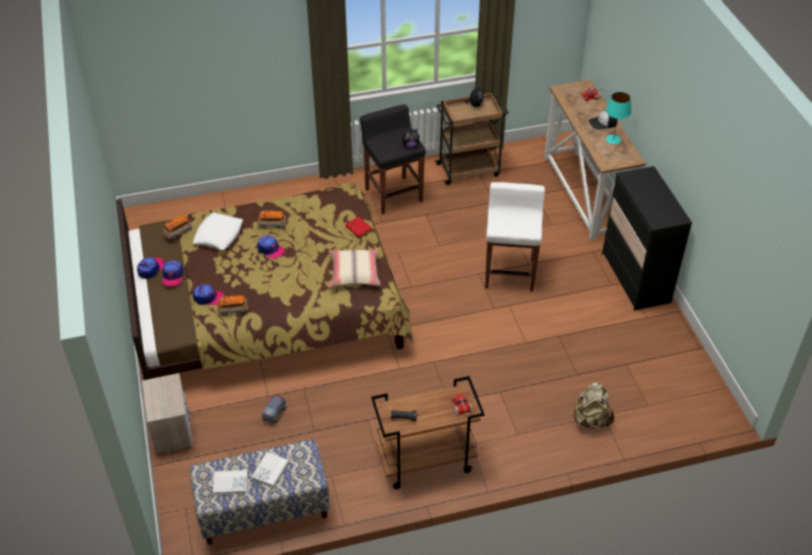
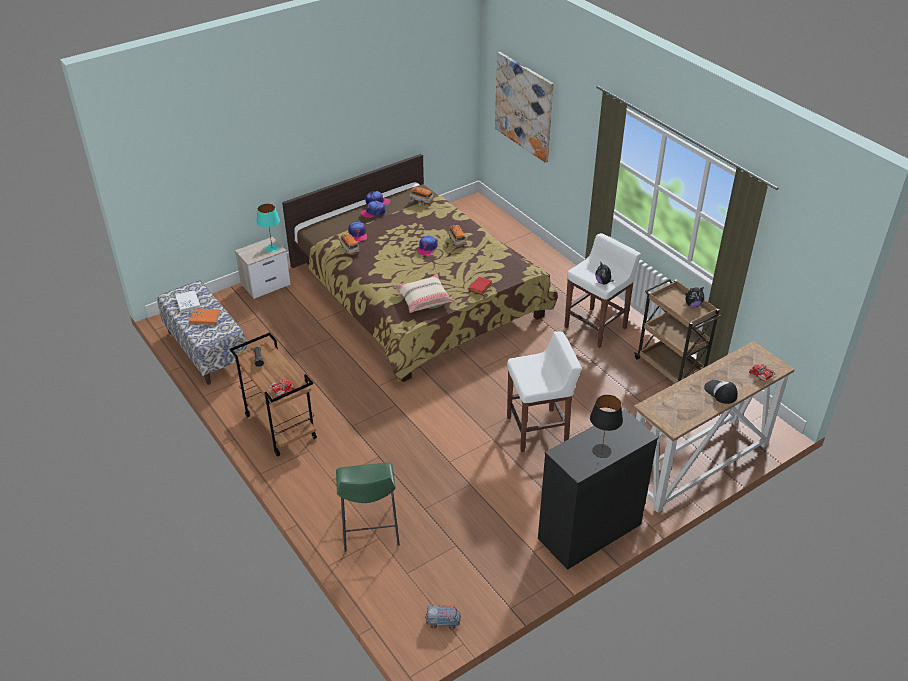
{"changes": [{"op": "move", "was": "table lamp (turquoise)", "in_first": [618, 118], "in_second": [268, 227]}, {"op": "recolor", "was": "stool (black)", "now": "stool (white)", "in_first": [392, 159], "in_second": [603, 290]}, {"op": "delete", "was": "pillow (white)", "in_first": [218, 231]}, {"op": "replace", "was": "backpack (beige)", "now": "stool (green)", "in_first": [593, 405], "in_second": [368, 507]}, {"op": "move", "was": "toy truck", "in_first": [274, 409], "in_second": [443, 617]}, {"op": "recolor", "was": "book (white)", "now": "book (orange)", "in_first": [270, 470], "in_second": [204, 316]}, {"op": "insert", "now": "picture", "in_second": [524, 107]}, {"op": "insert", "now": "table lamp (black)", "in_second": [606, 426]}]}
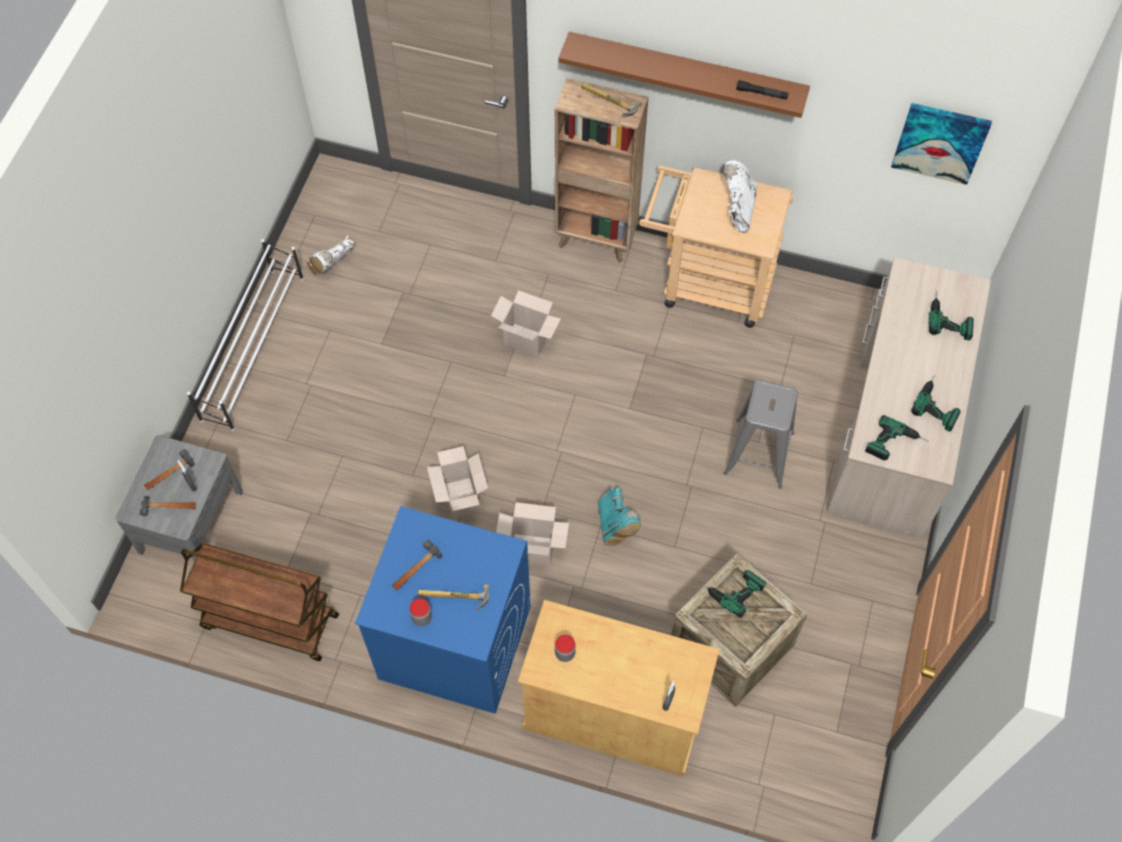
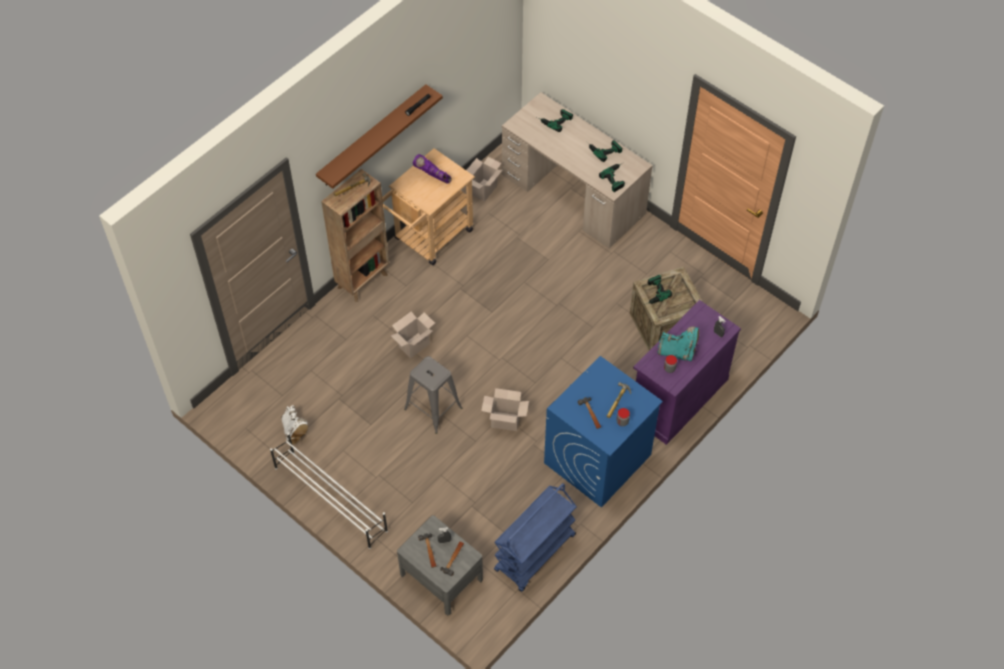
{"changes": [{"op": "delete", "was": "picture", "in_first": [941, 144]}, {"op": "recolor", "was": "boot (white)", "now": "boot (purple)", "in_first": [740, 197], "in_second": [432, 169]}, {"op": "move", "was": "stool (grey)", "in_first": [761, 434], "in_second": [433, 395]}, {"op": "move", "was": "boot (turquoise)", "in_first": [619, 516], "in_second": [678, 343]}, {"op": "move", "was": "cardboard box", "in_first": [532, 533], "in_second": [484, 179]}, {"op": "recolor", "was": "cart (brown)", "now": "cart (blue)", "in_first": [259, 602], "in_second": [535, 537]}, {"op": "recolor", "was": "cabinet (beige)", "now": "cabinet (purple)", "in_first": [619, 688], "in_second": [687, 372]}]}
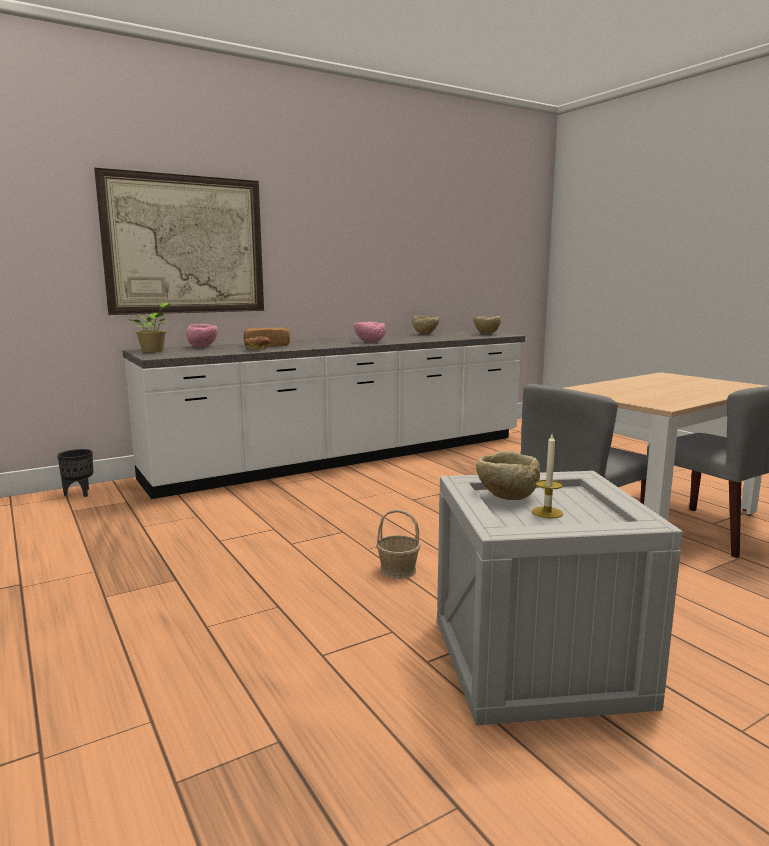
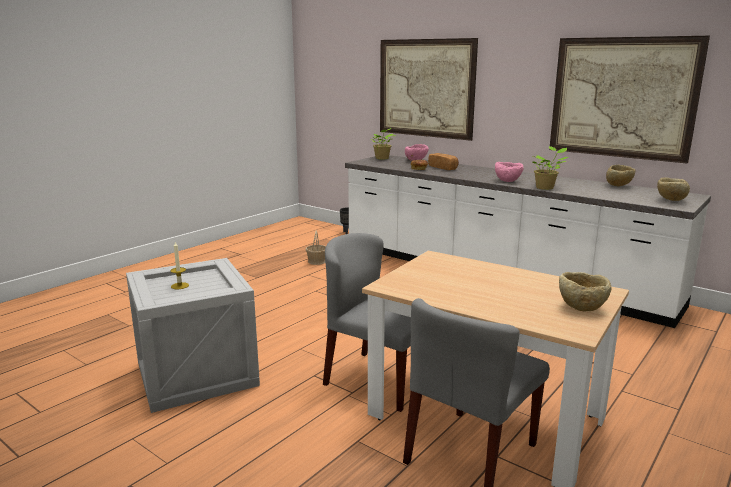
{"changes": [{"op": "move", "was": "bowl (beige)", "in_first": [508, 475], "in_second": [585, 291]}, {"op": "move", "was": "basket", "in_first": [398, 544], "in_second": [316, 248]}, {"op": "insert", "now": "picture", "in_second": [629, 100]}, {"op": "insert", "now": "potted plant", "in_second": [550, 168]}]}
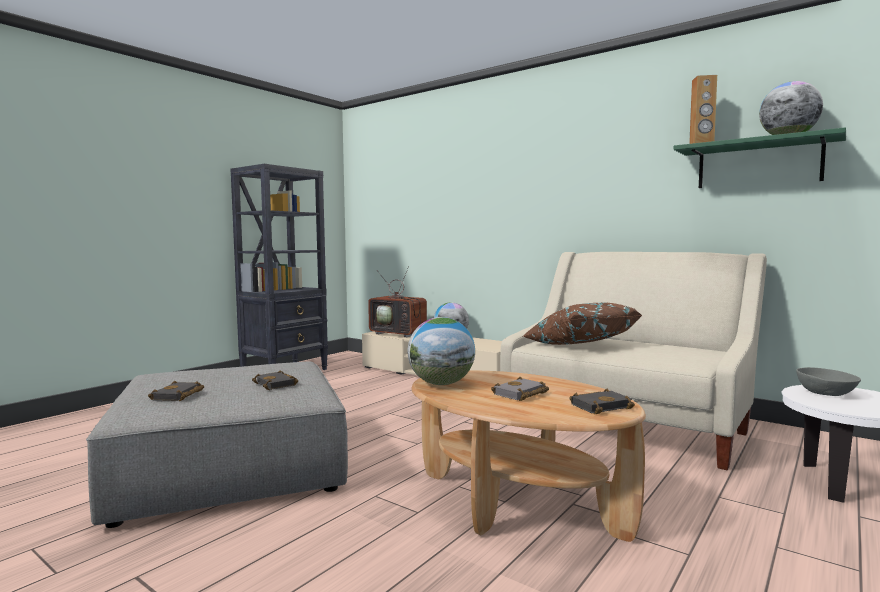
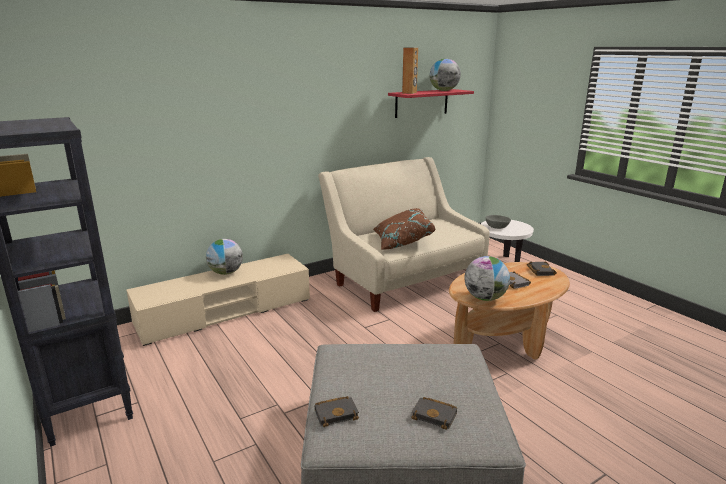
{"changes": [{"op": "recolor", "was": "shelf (green)", "now": "shelf (red)", "in_first": [760, 157], "in_second": [431, 103]}, {"op": "delete", "was": "television", "in_first": [397, 301]}, {"op": "move", "was": "book (black)", "in_first": [275, 380], "in_second": [337, 411]}]}
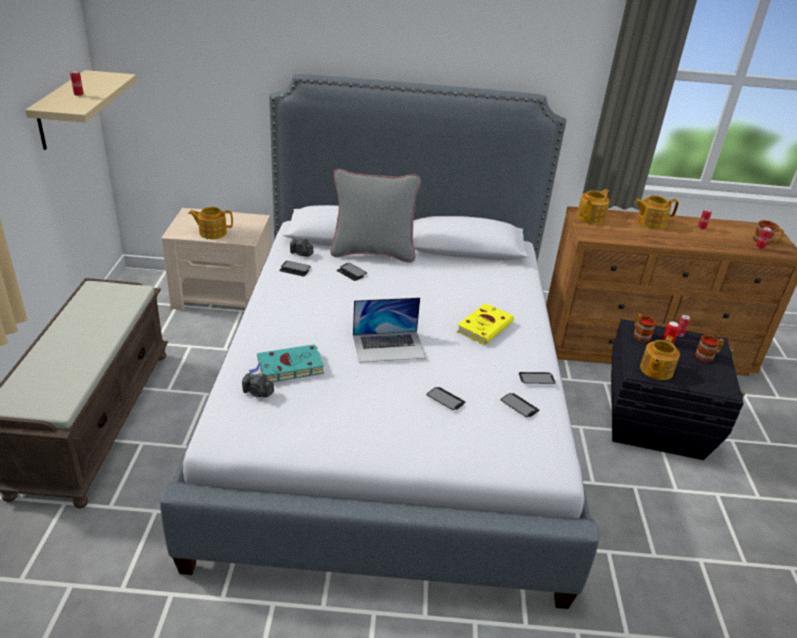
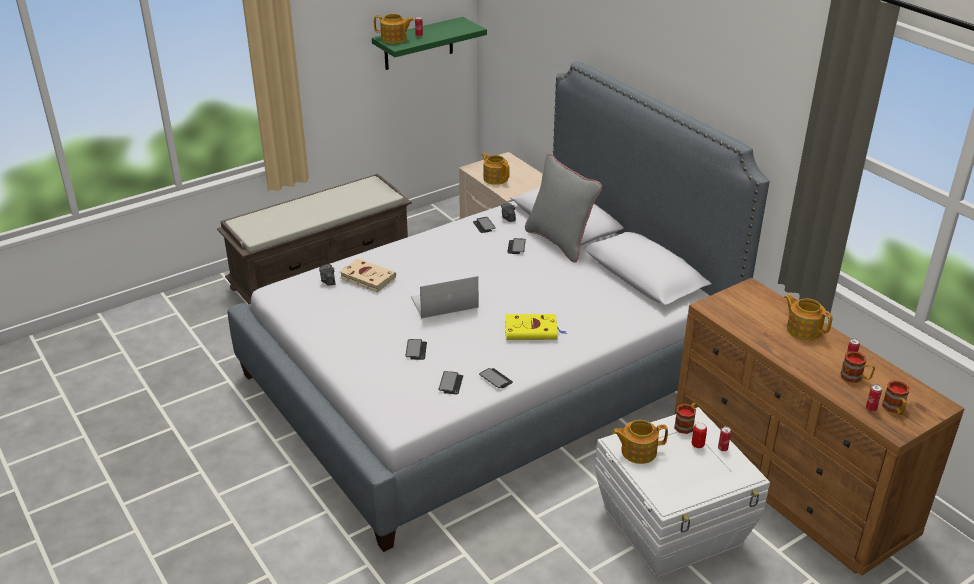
{"changes": [{"op": "recolor", "was": "shelf (beige)", "now": "shelf (green)", "in_first": [81, 110], "in_second": [429, 43]}, {"op": "move", "was": "teapot", "in_first": [593, 206], "in_second": [394, 29]}, {"op": "rotate", "was": "laptop", "in_first": [389, 330], "in_second": [444, 297], "clockwise": 120}, {"op": "recolor", "was": "storage box (black)", "now": "storage box (white)", "in_first": [678, 389], "in_second": [682, 492]}, {"op": "move", "was": "mug", "in_first": [709, 348], "in_second": [858, 367]}, {"op": "recolor", "was": "book (turquoise)", "now": "book (beige)", "in_first": [286, 363], "in_second": [367, 275]}]}
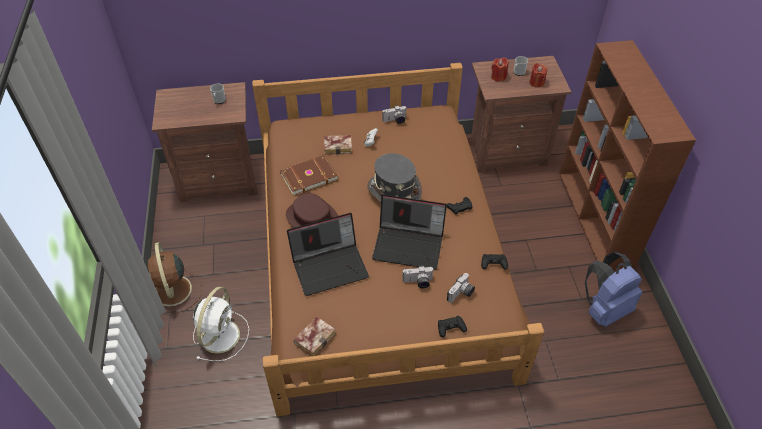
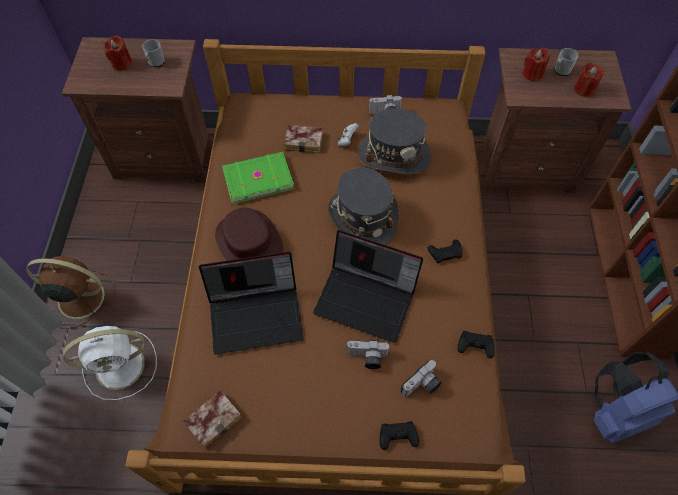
{"changes": [{"op": "recolor", "was": "book (brown)", "now": "book (green)", "in_first": [309, 175], "in_second": [258, 178]}, {"op": "rotate", "was": "fan (brown)", "in_first": [174, 278], "in_second": [70, 292], "clockwise": 105}, {"op": "rotate", "was": "fan (white)", "in_first": [221, 324], "in_second": [110, 362], "clockwise": 45}, {"op": "insert", "now": "candle (red)", "in_second": [117, 53]}, {"op": "insert", "now": "hat (grey)", "in_second": [394, 141]}]}
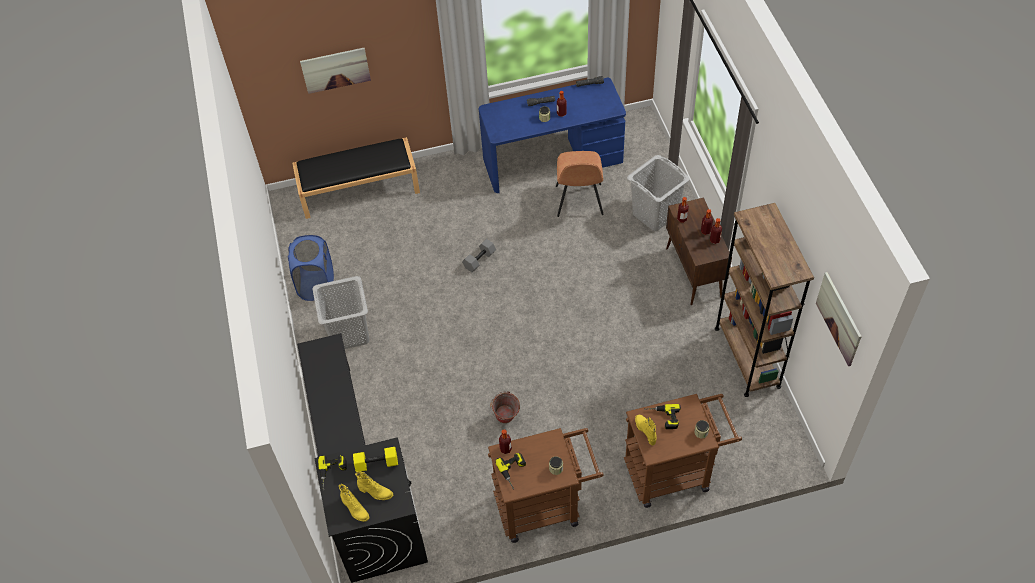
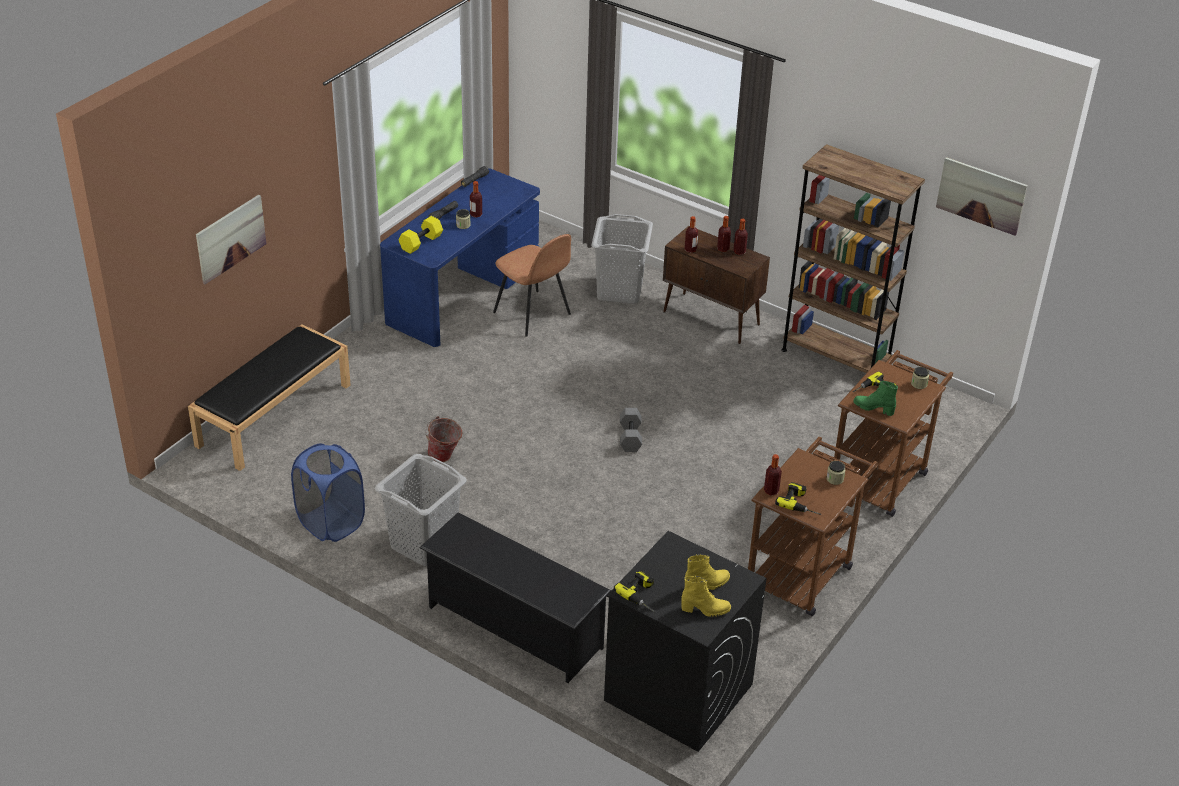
{"changes": [{"op": "move", "was": "dumbbell (grey)", "in_first": [479, 255], "in_second": [631, 430]}, {"op": "move", "was": "bucket", "in_first": [505, 407], "in_second": [443, 439]}, {"op": "recolor", "was": "boot (yellow)", "now": "boot (green)", "in_first": [646, 430], "in_second": [875, 398]}, {"op": "move", "was": "dumbbell (yellow)", "in_first": [375, 459], "in_second": [421, 235]}]}
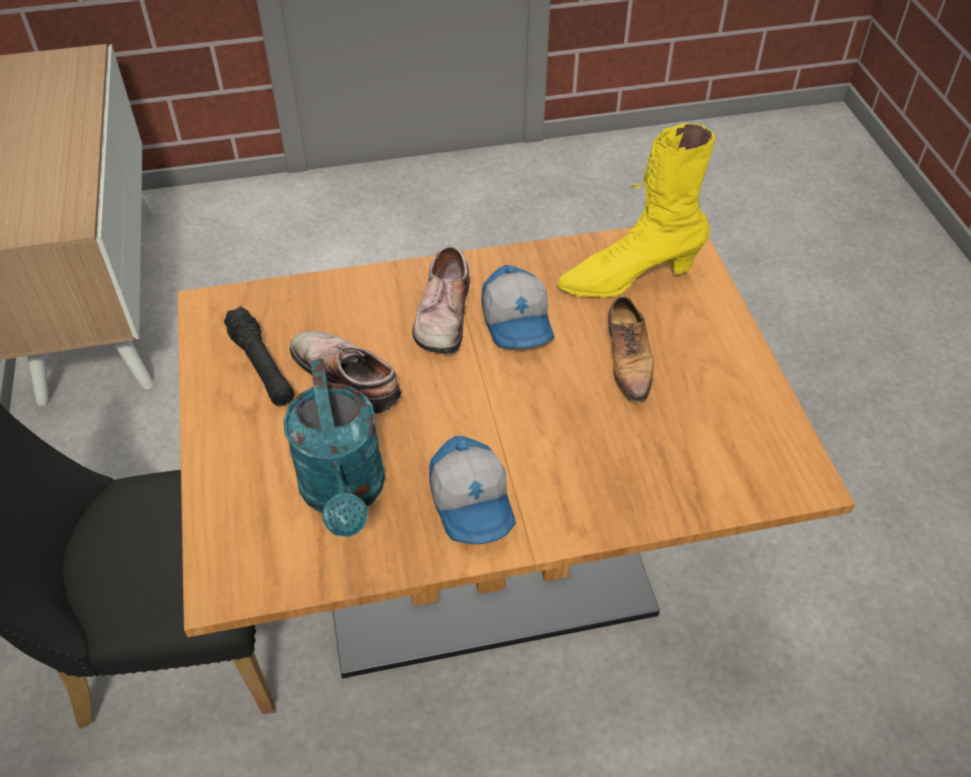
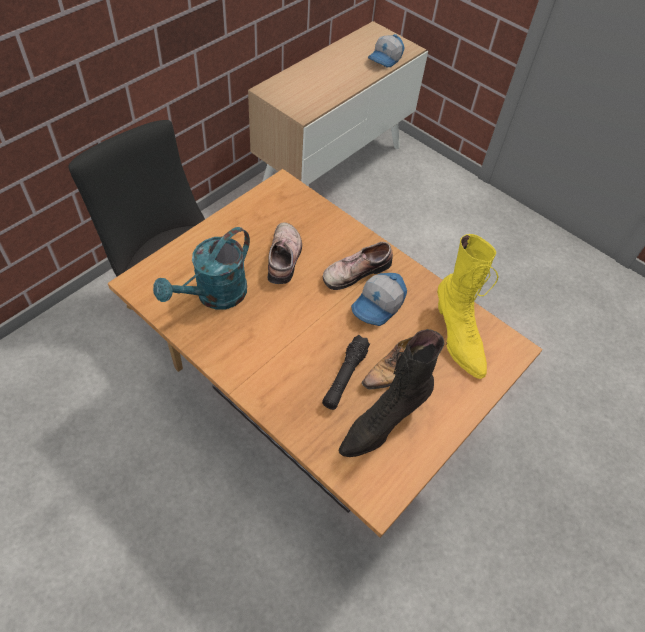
{"changes": [{"op": "rotate", "was": "boot (yellow)", "in_first": [635, 210], "in_second": [468, 306], "clockwise": -150}, {"op": "move", "was": "flashlight (black)", "in_first": [259, 356], "in_second": [346, 372]}, {"op": "move", "was": "cap", "in_first": [472, 490], "in_second": [386, 50]}, {"op": "insert", "now": "boot (black)", "in_second": [391, 393]}]}
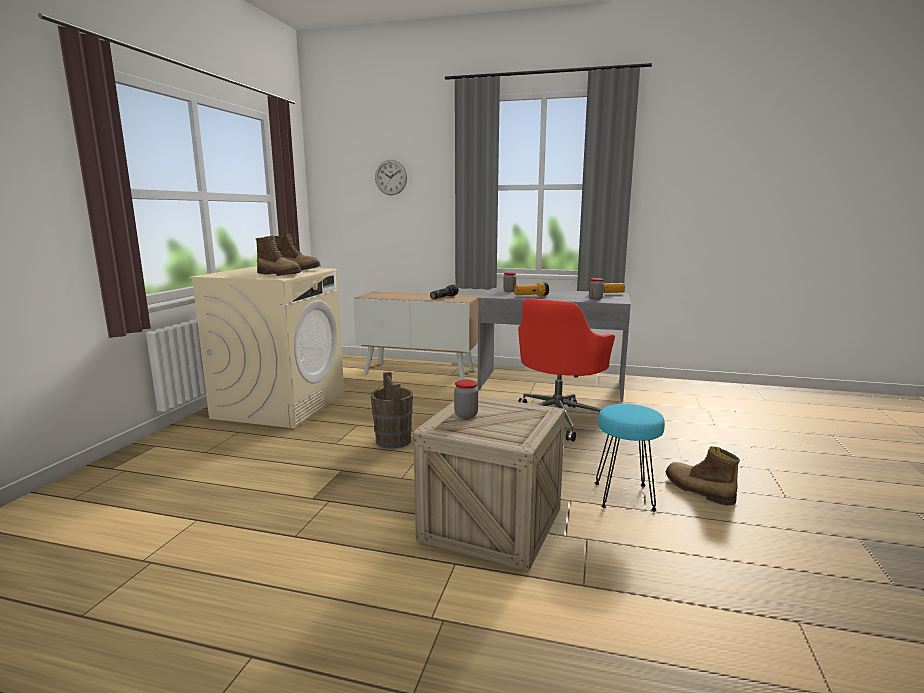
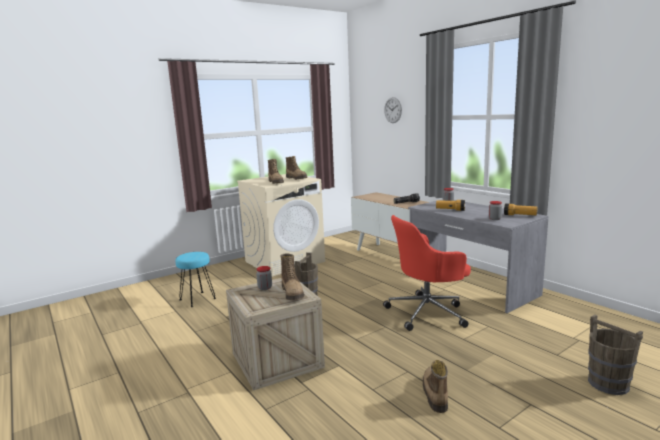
{"changes": [{"op": "move", "was": "stool (turquoise)", "in_first": [630, 457], "in_second": [195, 279]}, {"op": "insert", "now": "boot", "in_second": [292, 276]}, {"op": "insert", "now": "bucket (brown)", "in_second": [615, 355]}]}
